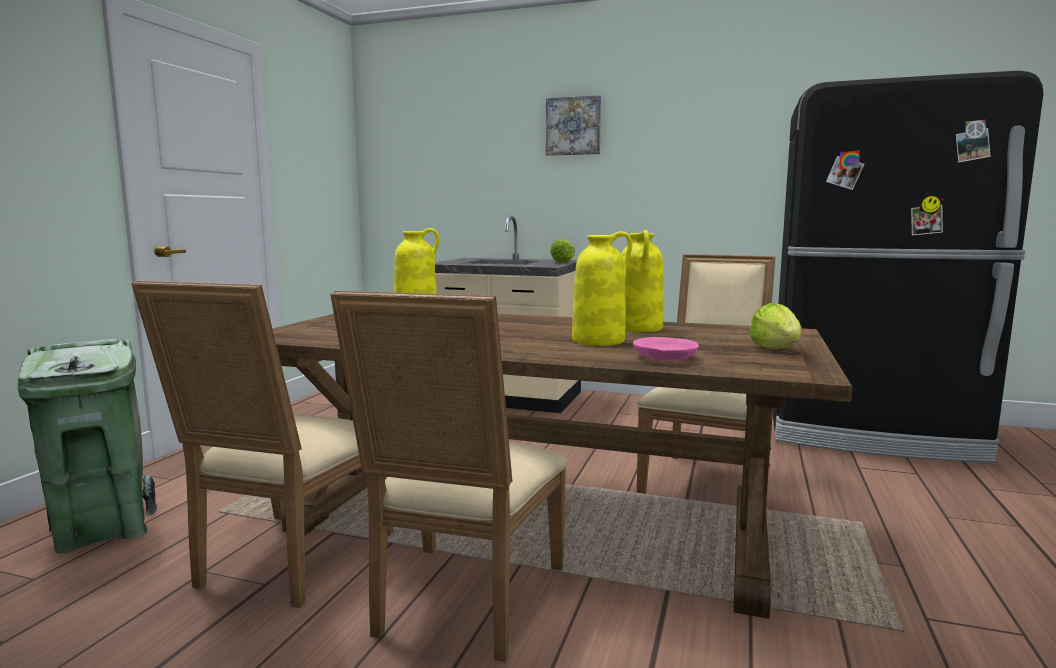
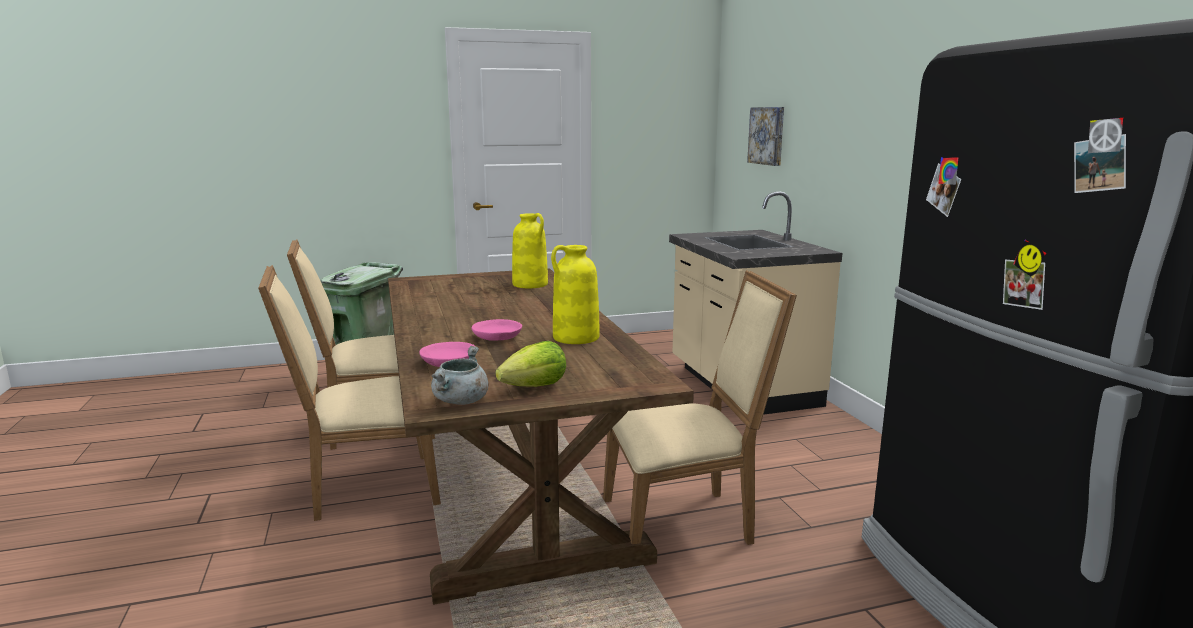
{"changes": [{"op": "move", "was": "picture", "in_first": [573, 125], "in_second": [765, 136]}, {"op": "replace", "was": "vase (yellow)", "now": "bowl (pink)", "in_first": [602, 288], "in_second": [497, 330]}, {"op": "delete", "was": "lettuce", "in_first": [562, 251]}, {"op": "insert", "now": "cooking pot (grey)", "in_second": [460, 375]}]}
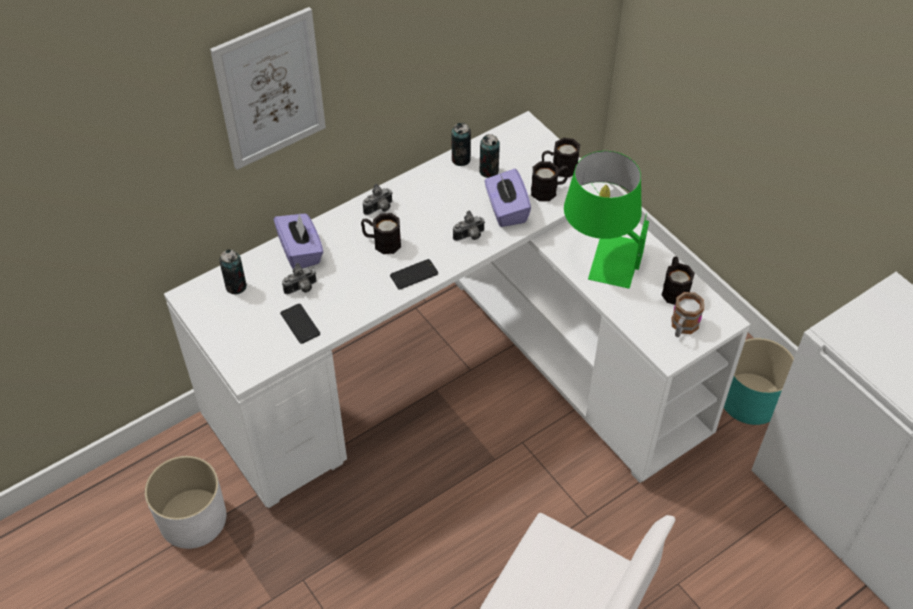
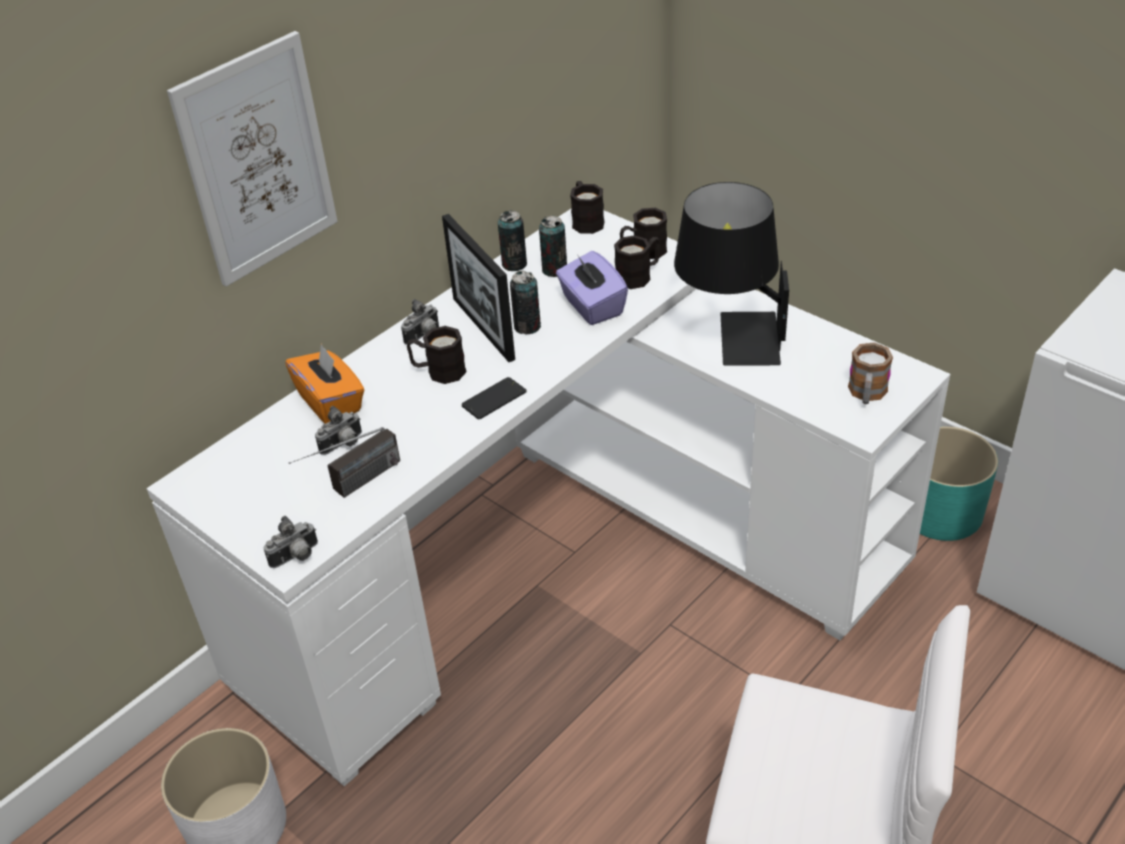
{"changes": [{"op": "recolor", "was": "table lamp (green)", "now": "table lamp (black)", "in_first": [606, 220], "in_second": [731, 274]}, {"op": "move", "was": "photo camera", "in_first": [469, 226], "in_second": [291, 542]}, {"op": "recolor", "was": "tissue box (purple)", "now": "tissue box (orange)", "in_first": [298, 241], "in_second": [324, 383]}, {"op": "move", "was": "can", "in_first": [233, 271], "in_second": [525, 302]}, {"op": "move", "was": "mug (black)", "in_first": [678, 280], "in_second": [587, 207]}, {"op": "replace", "was": "phone", "now": "radio", "in_first": [300, 324], "in_second": [344, 462]}, {"op": "insert", "now": "picture frame", "in_second": [478, 288]}]}
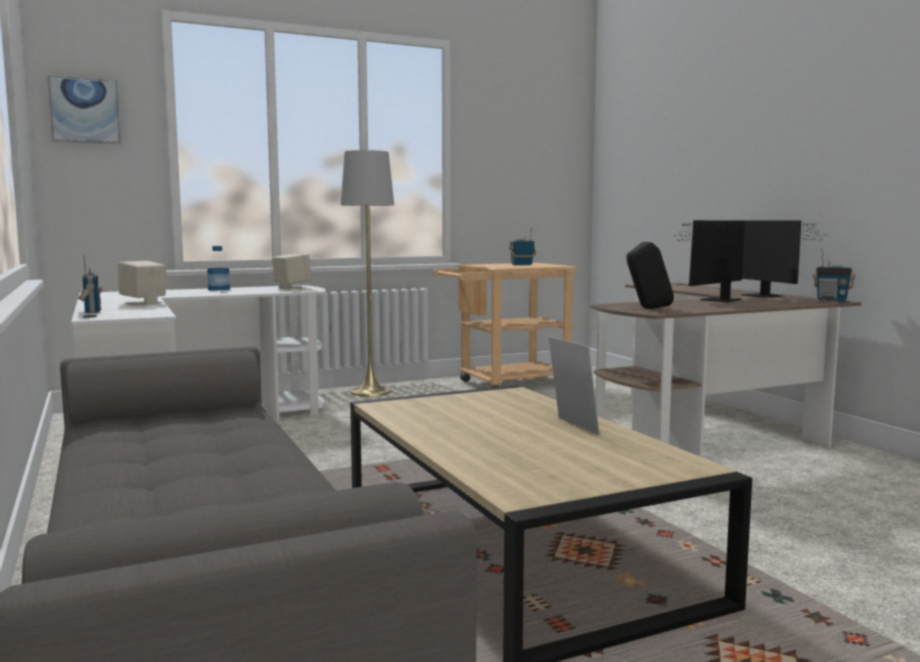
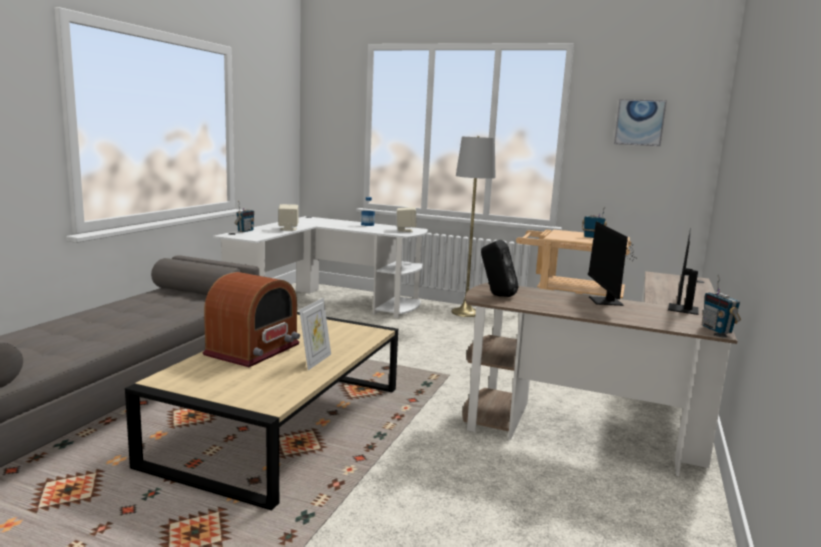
{"changes": [{"op": "move", "was": "picture", "in_first": [84, 110], "in_second": [640, 122]}, {"op": "rotate", "was": "monitor", "in_first": [710, 261], "in_second": [612, 263], "clockwise": -90}, {"op": "insert", "now": "radio", "in_second": [251, 319]}]}
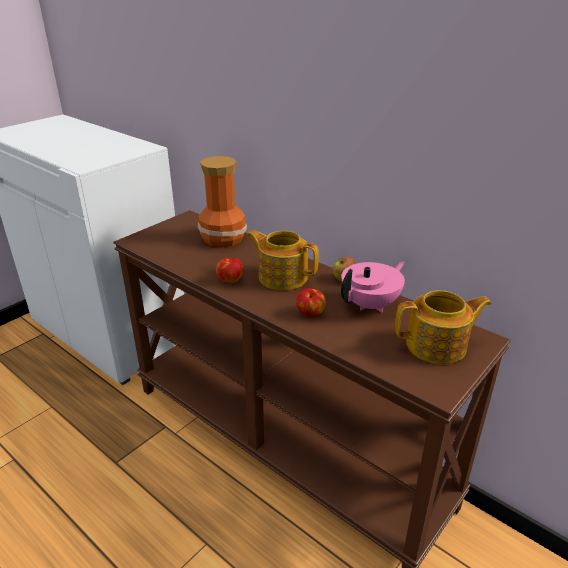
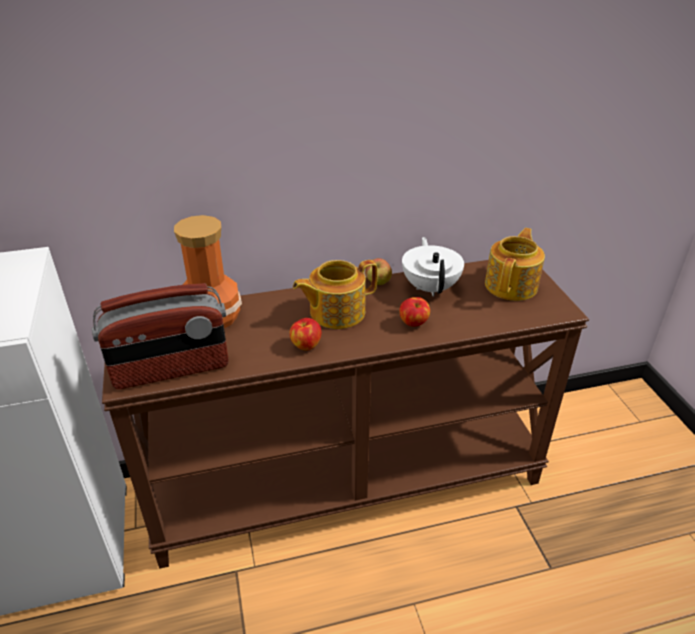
{"changes": [{"op": "recolor", "was": "teapot (pink)", "now": "teapot (white)", "in_first": [373, 287], "in_second": [433, 266]}, {"op": "insert", "now": "radio", "in_second": [160, 336]}]}
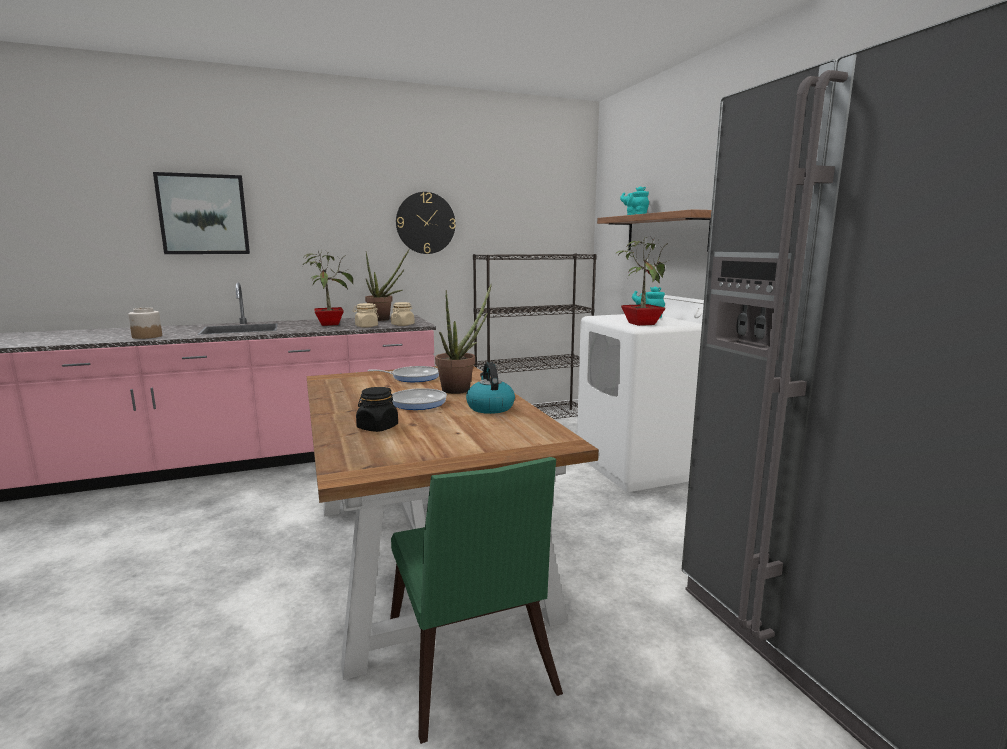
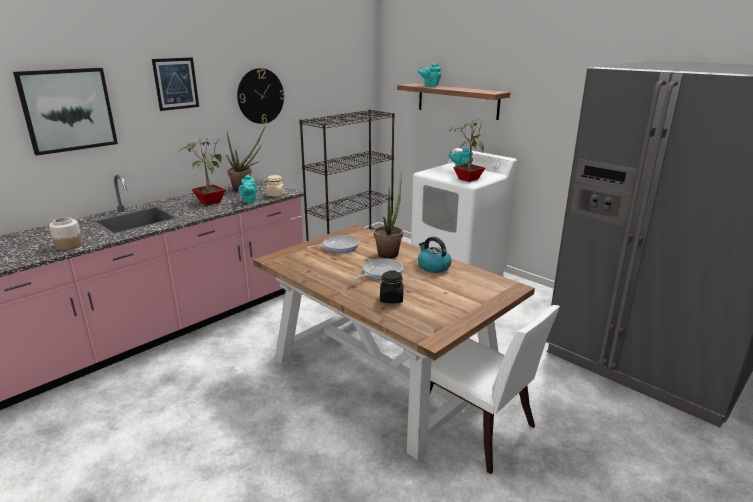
{"changes": [{"op": "replace", "was": "jar (beige)", "now": "teapot (turquoise)", "in_first": [365, 315], "in_second": [247, 188]}, {"op": "recolor", "was": "chair (green)", "now": "chair (white)", "in_first": [476, 600], "in_second": [495, 389]}, {"op": "insert", "now": "picture", "in_second": [175, 84]}]}
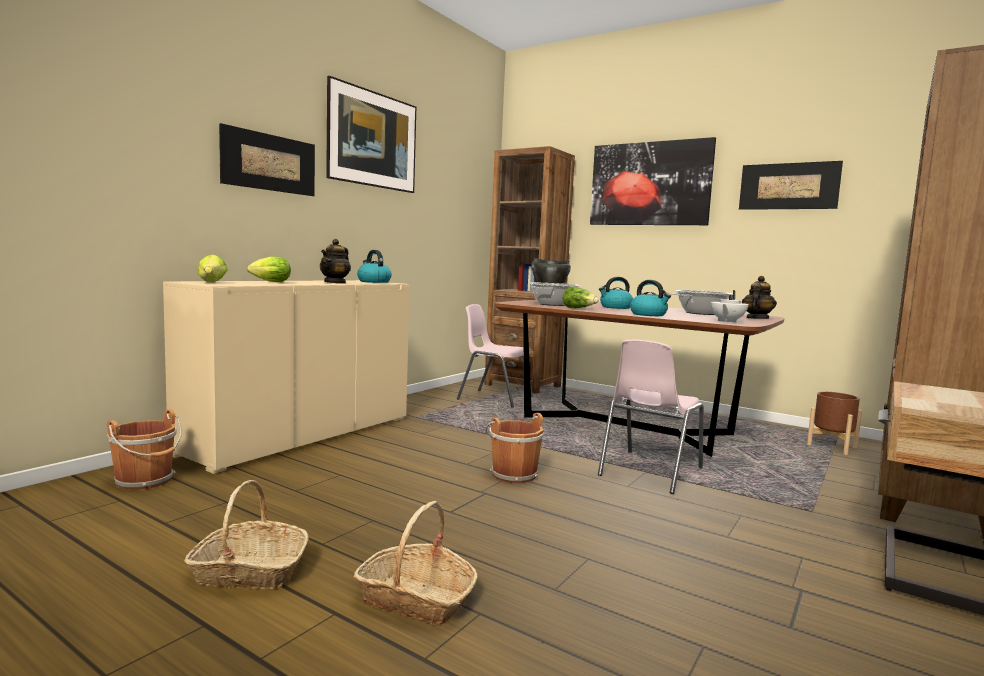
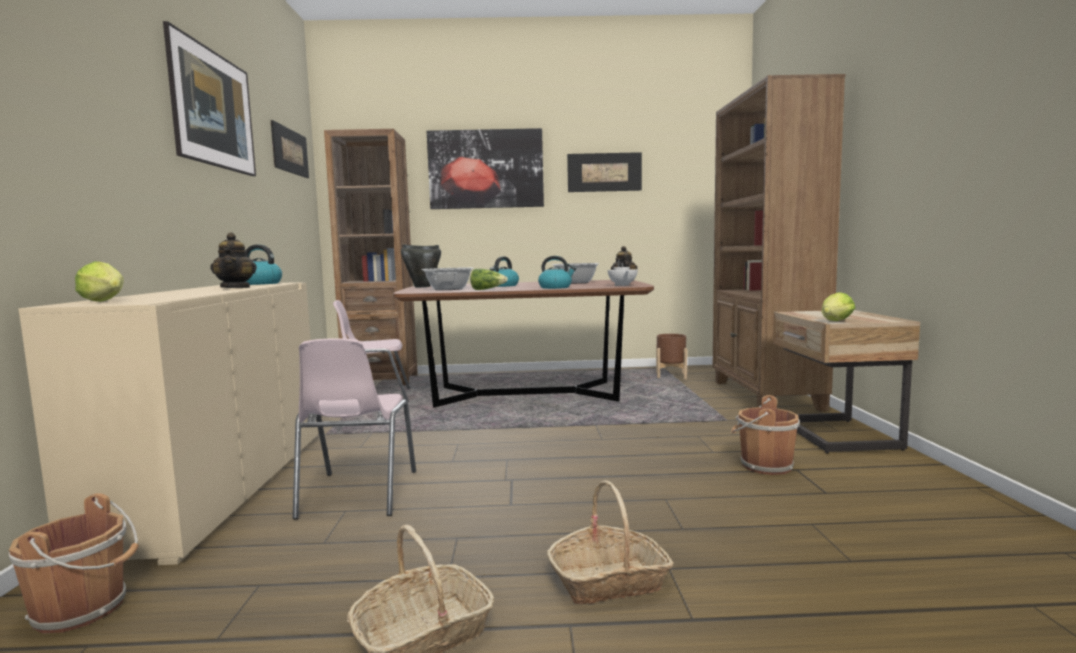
{"changes": [{"op": "move", "was": "picture", "in_first": [267, 159], "in_second": [290, 149]}, {"op": "move", "was": "lettuce", "in_first": [269, 269], "in_second": [838, 306]}, {"op": "move", "was": "chair (pink)", "in_first": [651, 417], "in_second": [354, 429]}, {"op": "move", "was": "bucket (brown)", "in_first": [514, 448], "in_second": [765, 435]}]}
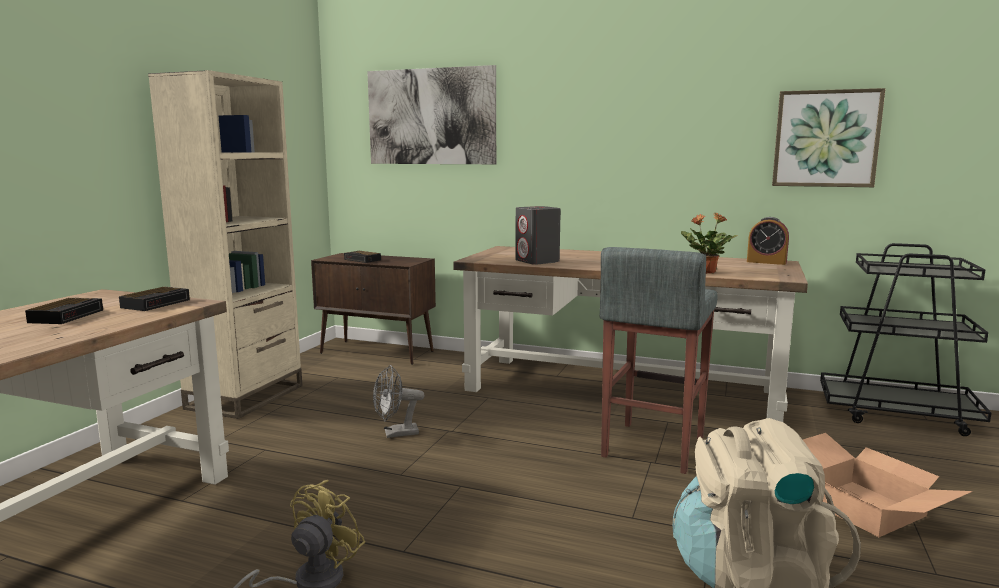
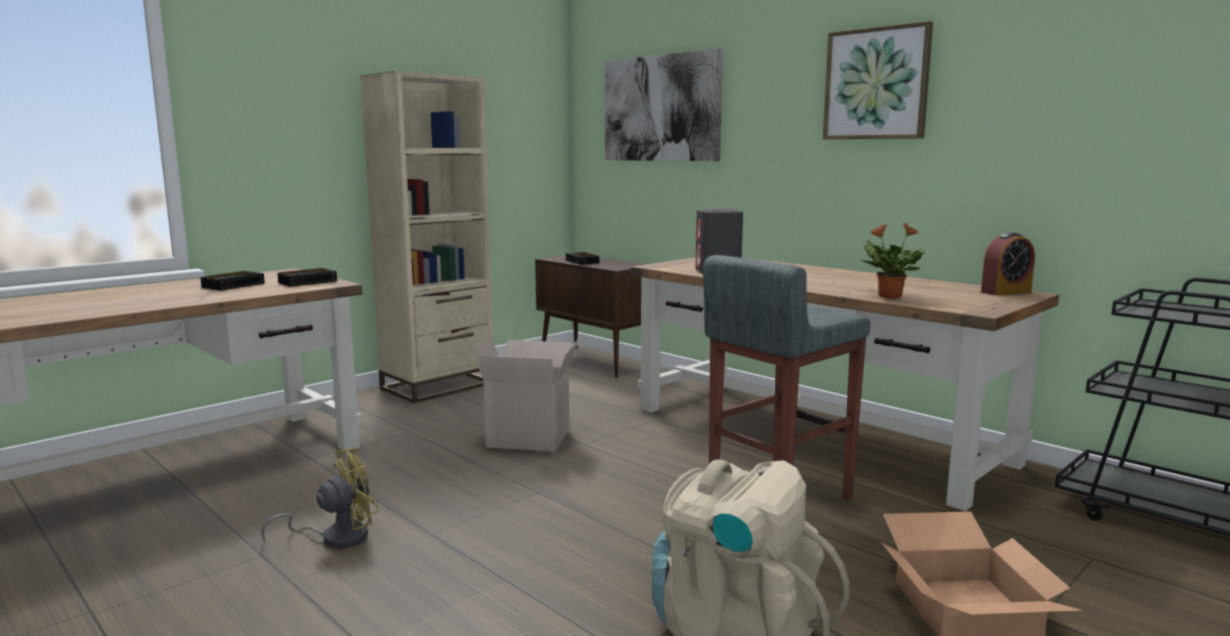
{"changes": [{"op": "move", "was": "picture", "in_first": [829, 137], "in_second": [878, 80]}, {"op": "rotate", "was": "alarm clock", "in_first": [768, 241], "in_second": [1008, 264], "clockwise": -75}, {"op": "replace", "was": "fan (grey)", "now": "cardboard box", "in_first": [398, 401], "in_second": [525, 393]}]}
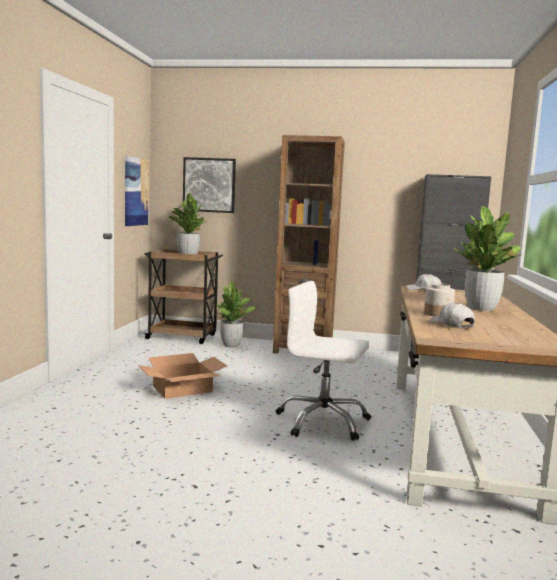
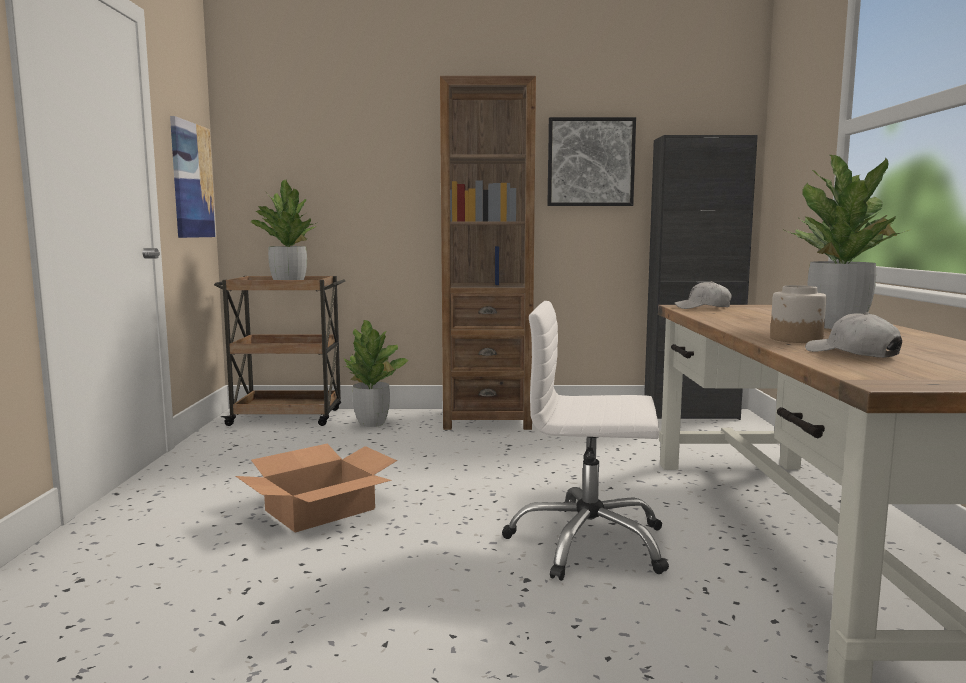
{"changes": [{"op": "move", "was": "picture", "in_first": [209, 185], "in_second": [591, 161]}]}
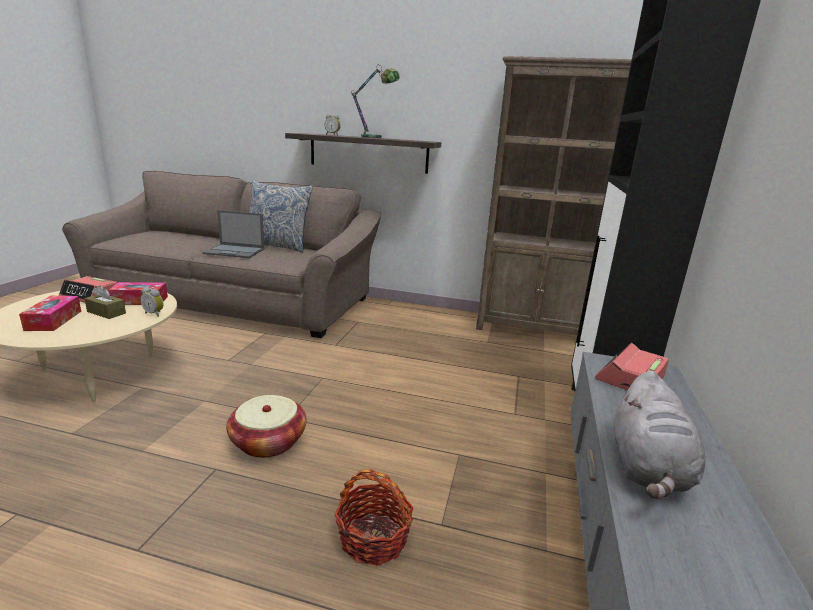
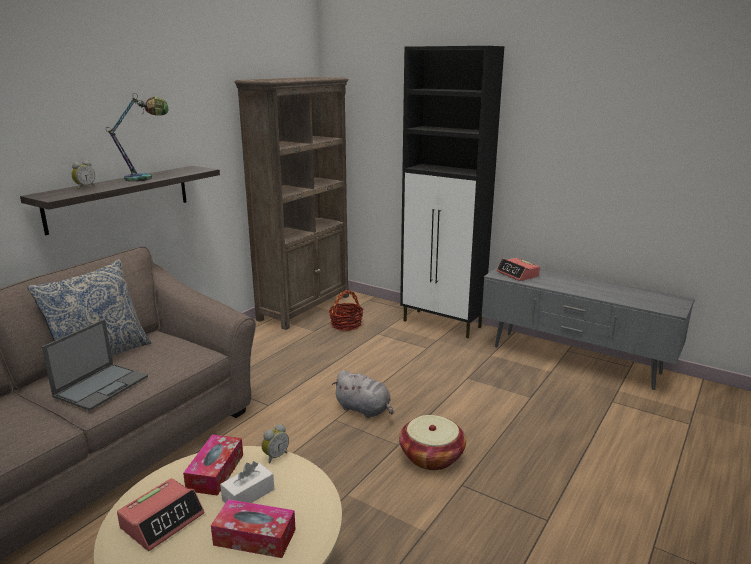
{"changes": [{"op": "recolor", "was": "tissue box (brown)", "now": "tissue box (white)", "in_first": [105, 302], "in_second": [247, 482]}, {"op": "move", "was": "plush toy (grey)", "in_first": [659, 435], "in_second": [363, 394]}, {"op": "move", "was": "basket", "in_first": [374, 517], "in_second": [346, 310]}]}
